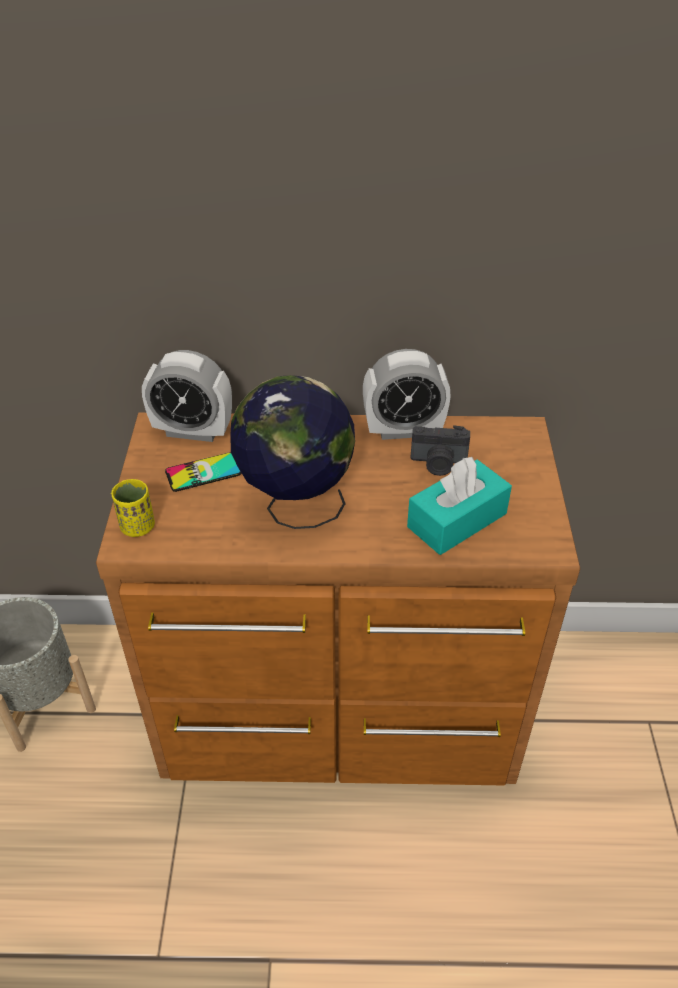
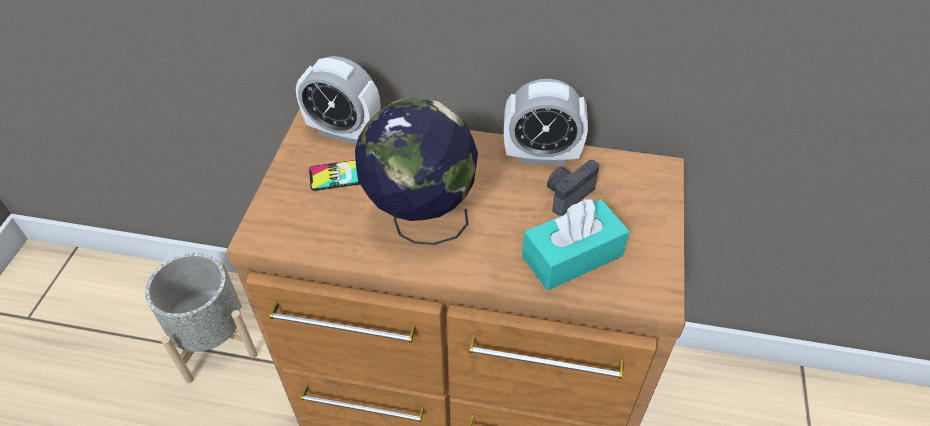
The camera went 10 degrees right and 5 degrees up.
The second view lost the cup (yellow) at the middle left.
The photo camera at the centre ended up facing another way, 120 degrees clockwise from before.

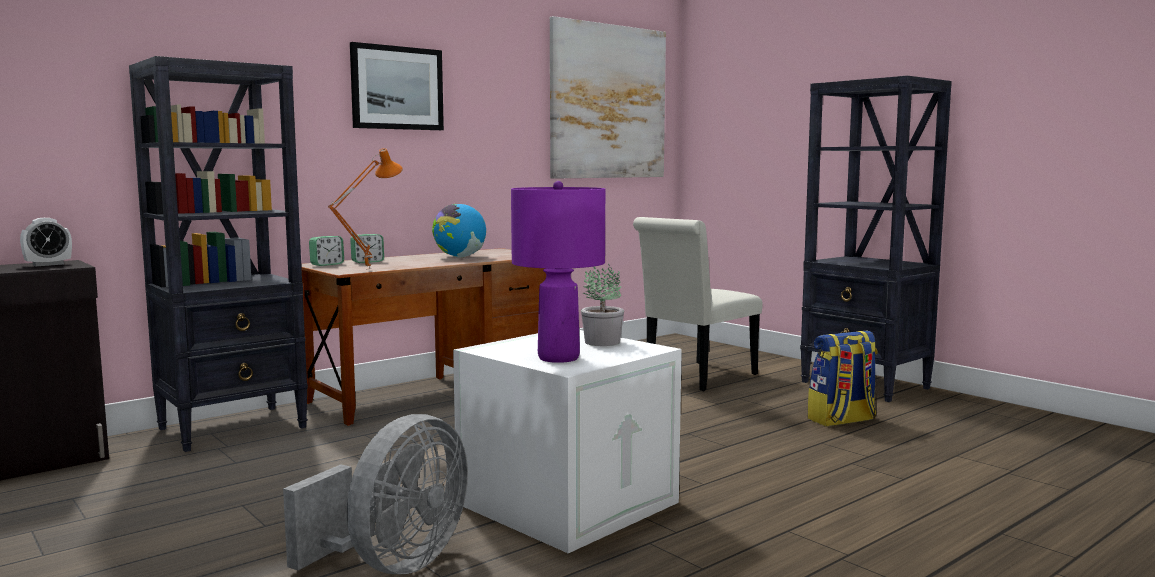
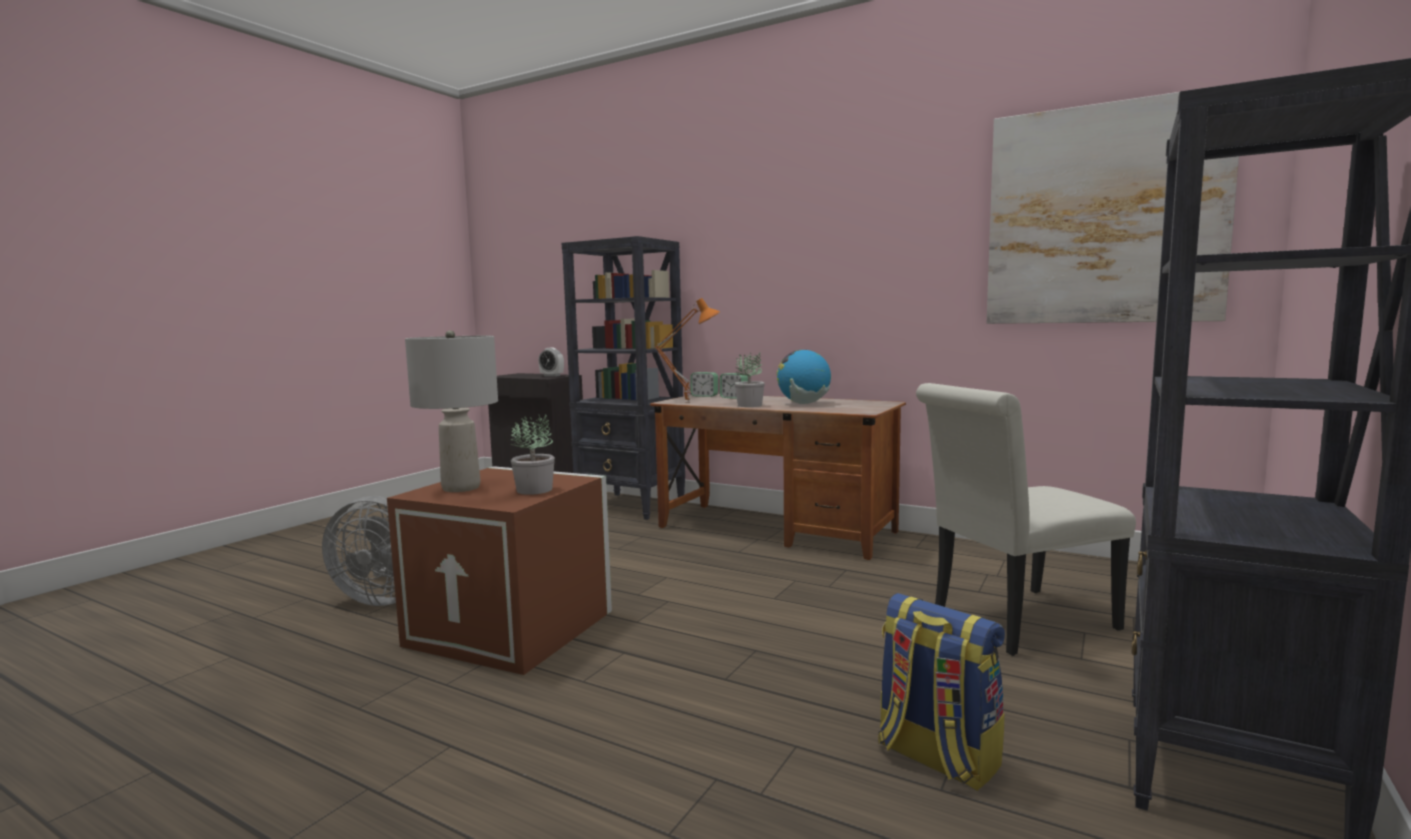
The camera went 70 degrees right and 0 degrees up.
The second view lost the picture (no. 1 from left) at the top centre.
The second view gained the potted plant (no. 2 from left) at the centre.
What was the storage box (white) at the bottom centre turned into the storage box (brown) at the bottom centre.
What was the table lamp (purple) at the centre turned into the table lamp (grey) at the middle left.
The chair (white) at the centre ended up facing another way, 45 degrees counterclockwise from before.

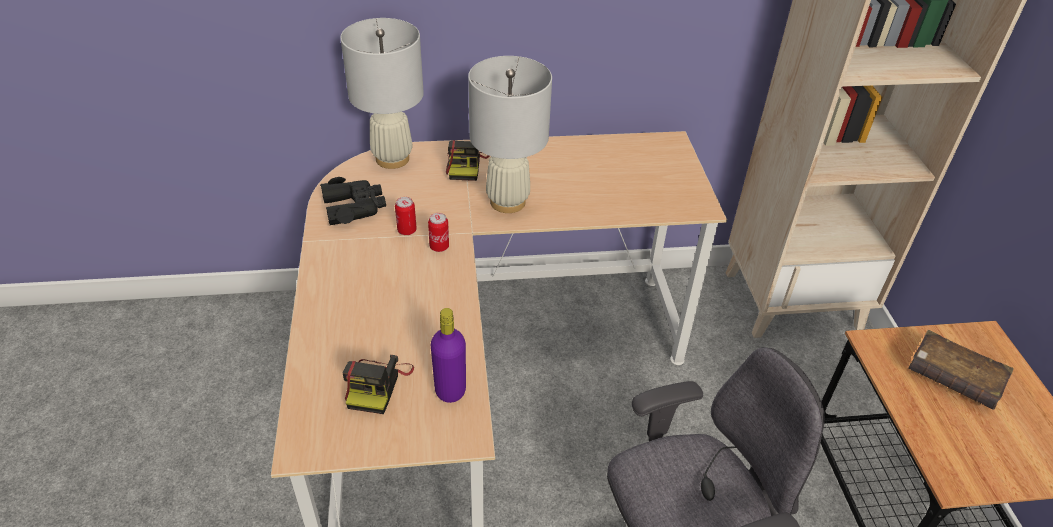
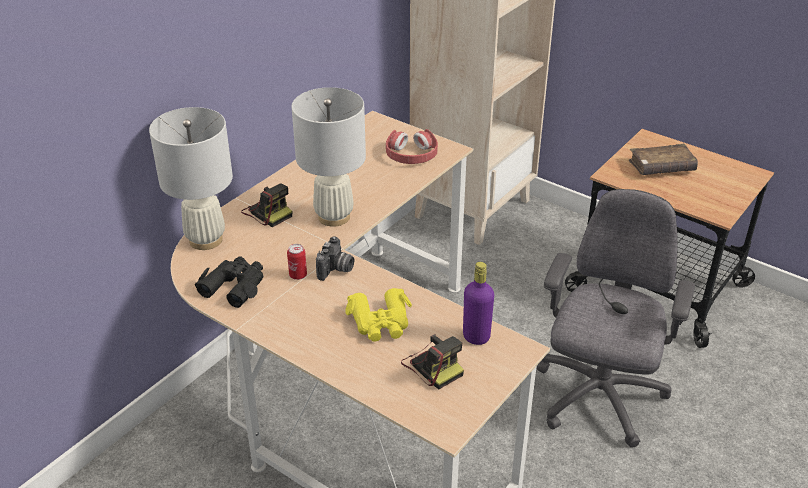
The camera went 45 degrees left and 5 degrees down.
The second view gained the binoculars (yellow) at the centre.
The second view gained the headphones (red) at the top centre.
Where the can (no. 2 from left) stood at the centre, the photo camera (no. 2 from left) came to stand at the centre.

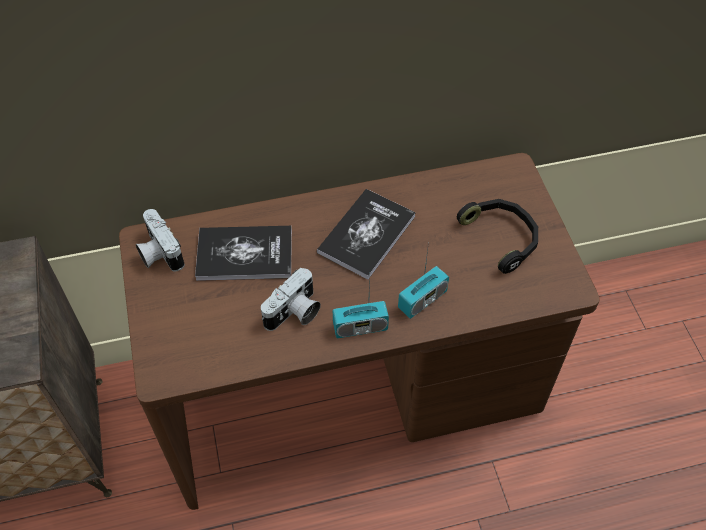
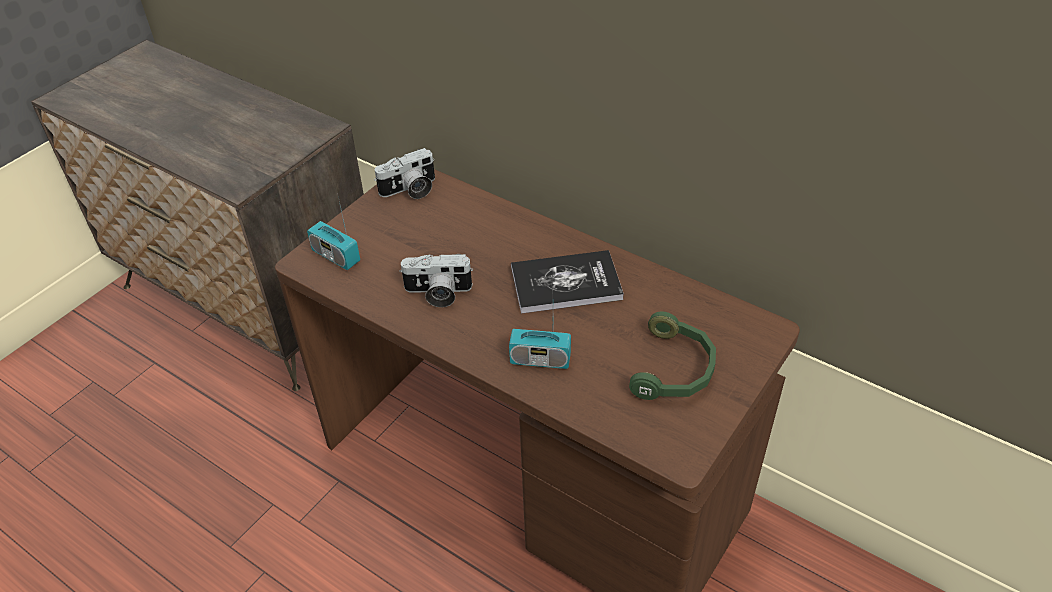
The camera went 50 degrees right and 10 degrees down.
The second view lost the book (no. 1 from left) at the centre.
The radio (no. 1 from left) ended up elsewhere, having gone from the centre to the middle left.
What was the headphones (black) at the middle right turned into the headphones (green) at the centre.
The photo camera (no. 1 from left) at the middle left ended up facing another way, 135 degrees counterclockwise from before.

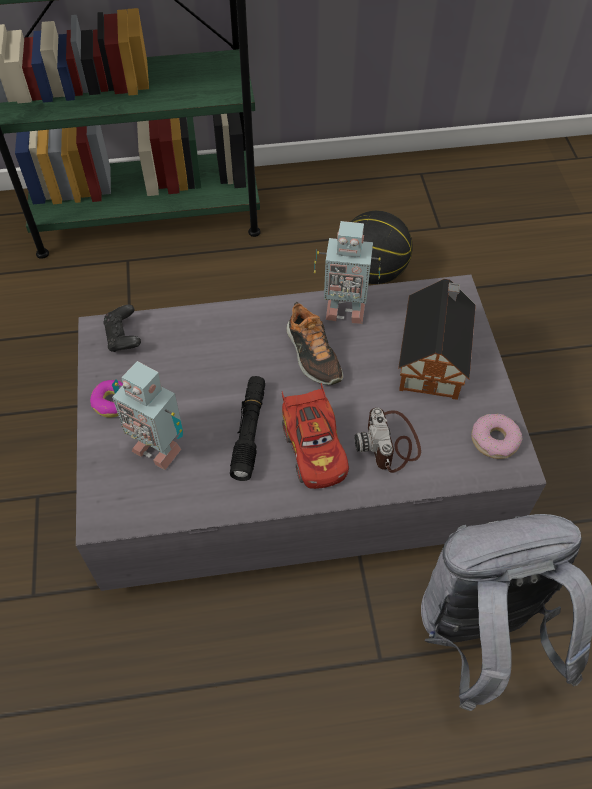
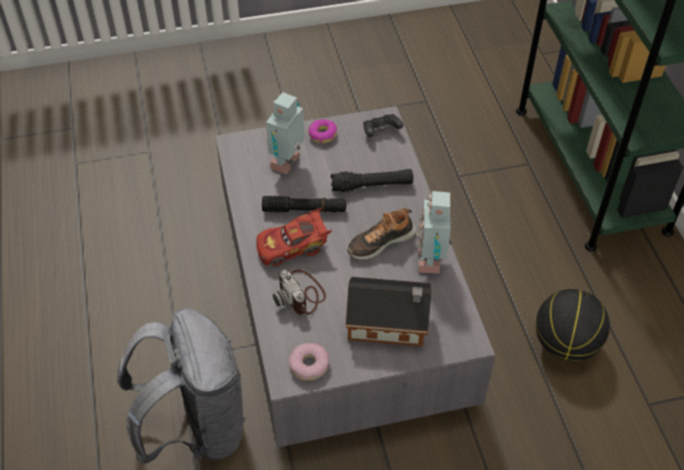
The camera went 85 degrees right and 5 degrees down.
The second view gained the flashlight (black) (no. 2 from left) at the centre.
The photo camera at the centre ended up facing another way, 105 degrees counterclockwise from before.

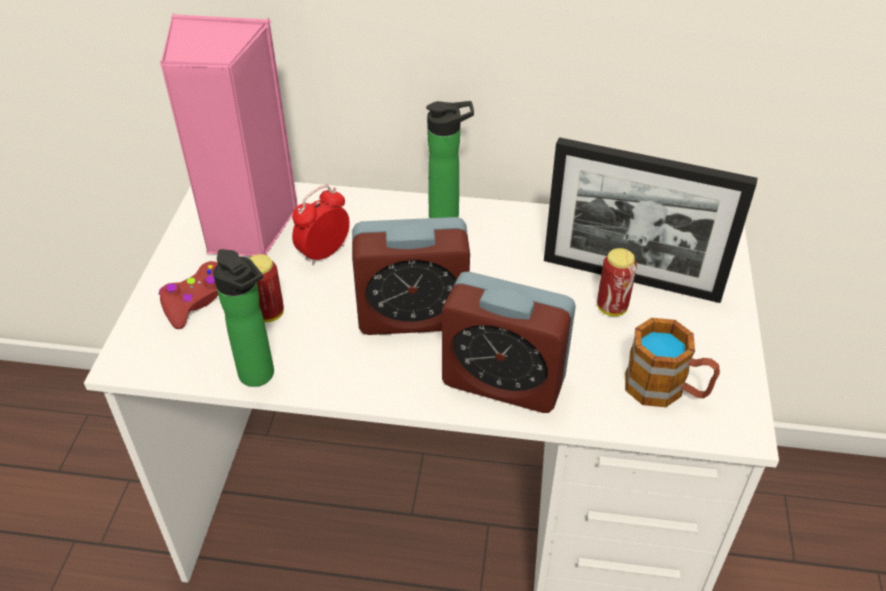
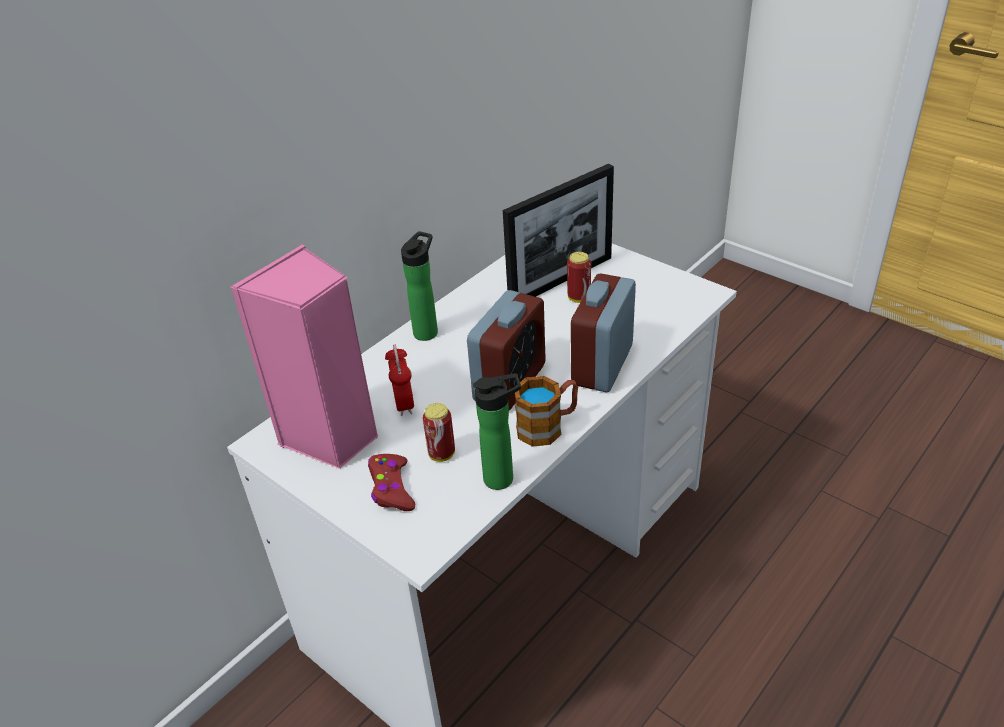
The camera went 55 degrees left and 5 degrees down.
The mug ended up elsewhere, having gone from the middle right to the centre.
The alarm clock (no. 3 from left) at the centre ended up facing another way, 150 degrees clockwise from before.

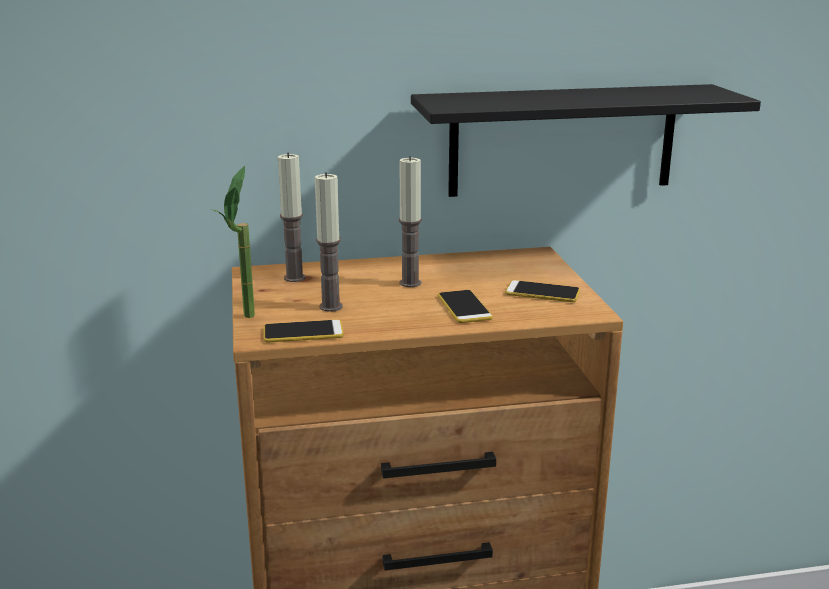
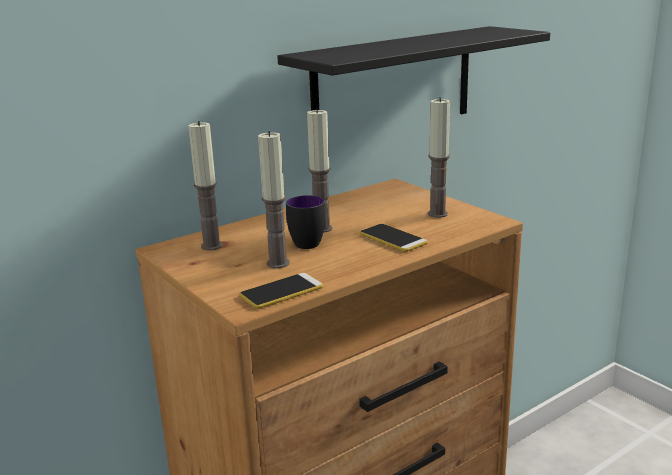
The camera went 25 degrees left and 0 degrees up.
The second view lost the potted plant at the middle left.
The second view gained the mug at the centre.
Where the phone (no. 3 from left) stood at the centre, the candle (no. 4 from left) came to stand at the top centre.

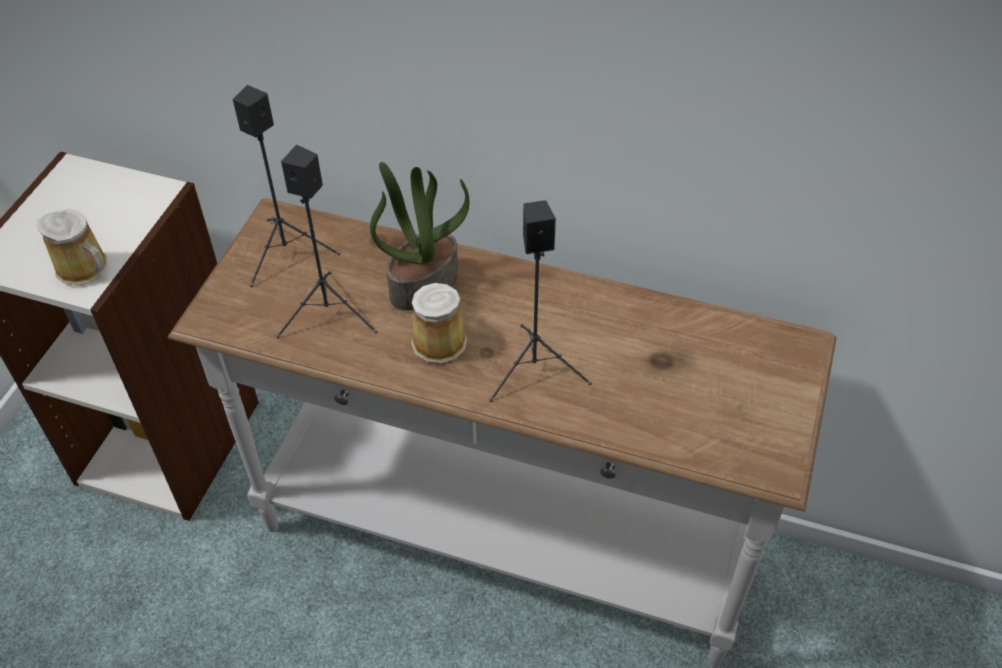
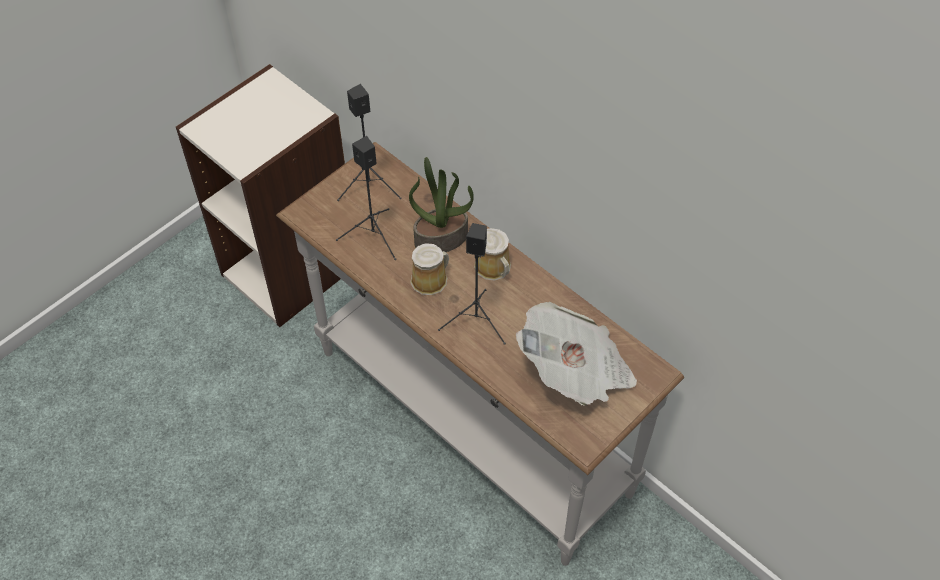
The camera went 25 degrees right and 5 degrees up.
The second view gained the newspaper at the centre.
The mug (no. 1 from left in the first image) ended up elsewhere, having gone from the middle left to the centre.

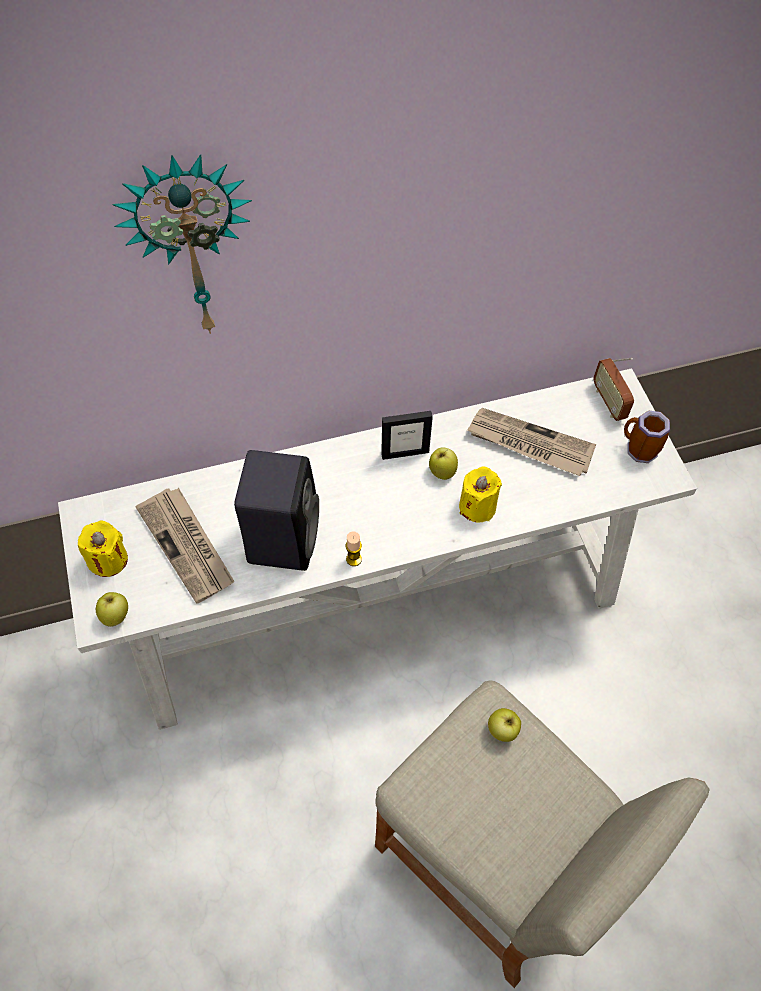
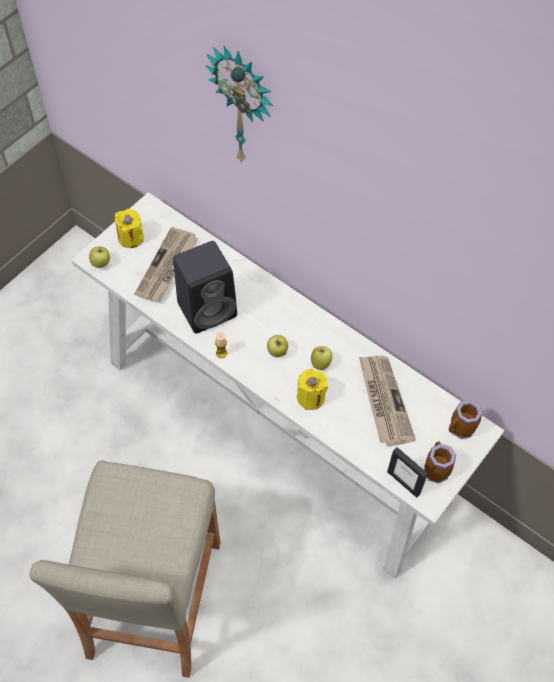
The camera went 55 degrees right and 0 degrees up.
The picture frame ended up elsewhere, having gone from the centre to the bottom right.
The apple (no. 3 from left in the first image) ended up elsewhere, having gone from the bottom centre to the centre.
Where the radio stood at the middle right, the mug (no. 2 from left) came to stand at the middle right.

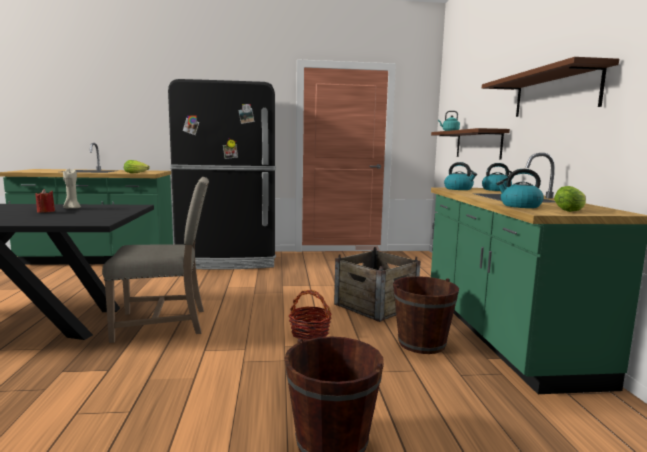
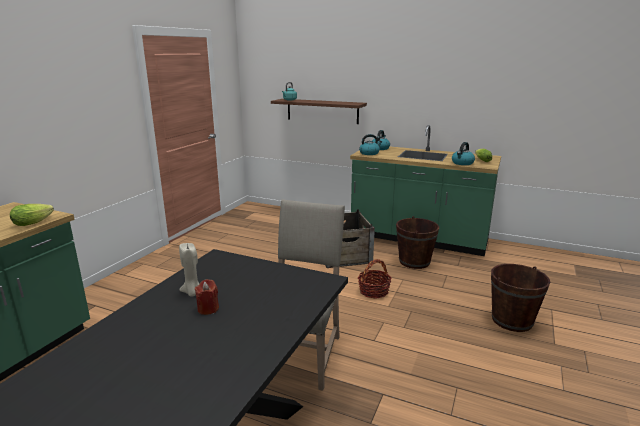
The camera went 60 degrees left and 10 degrees up.
The second view lost the fridge (black) at the centre.
The second view lost the shelf (brown) (no. 2 from left) at the top right.

